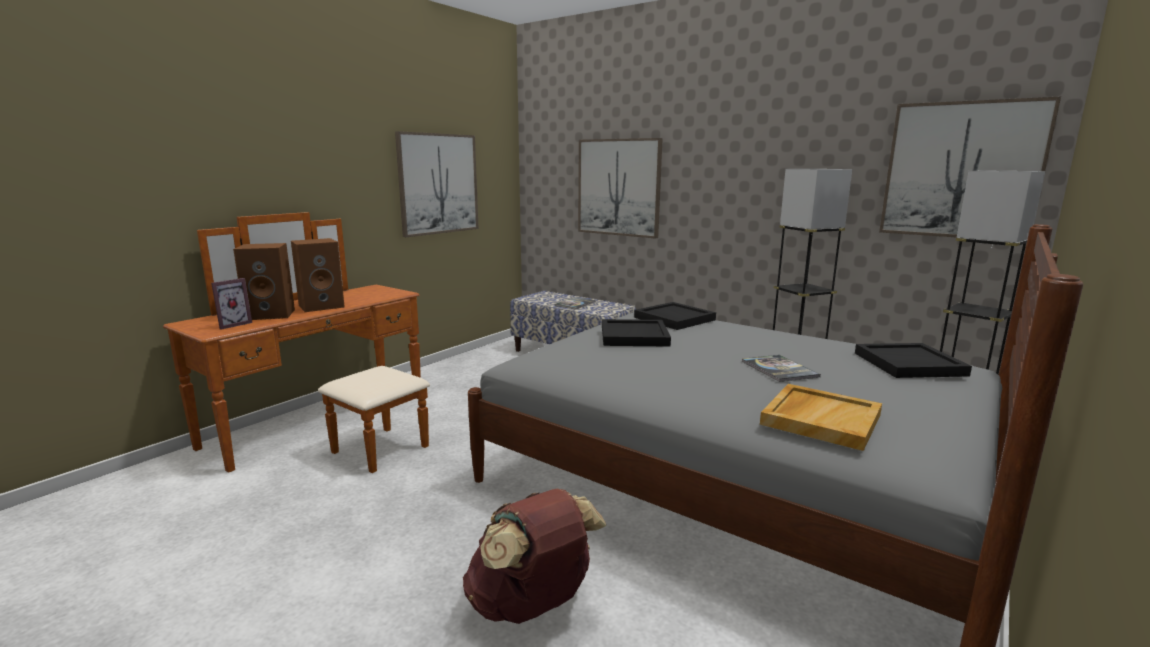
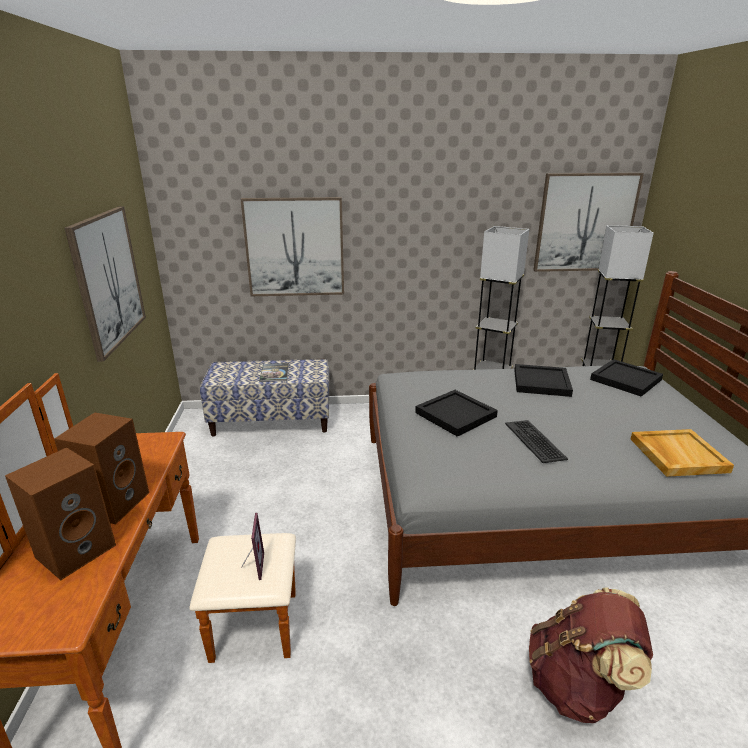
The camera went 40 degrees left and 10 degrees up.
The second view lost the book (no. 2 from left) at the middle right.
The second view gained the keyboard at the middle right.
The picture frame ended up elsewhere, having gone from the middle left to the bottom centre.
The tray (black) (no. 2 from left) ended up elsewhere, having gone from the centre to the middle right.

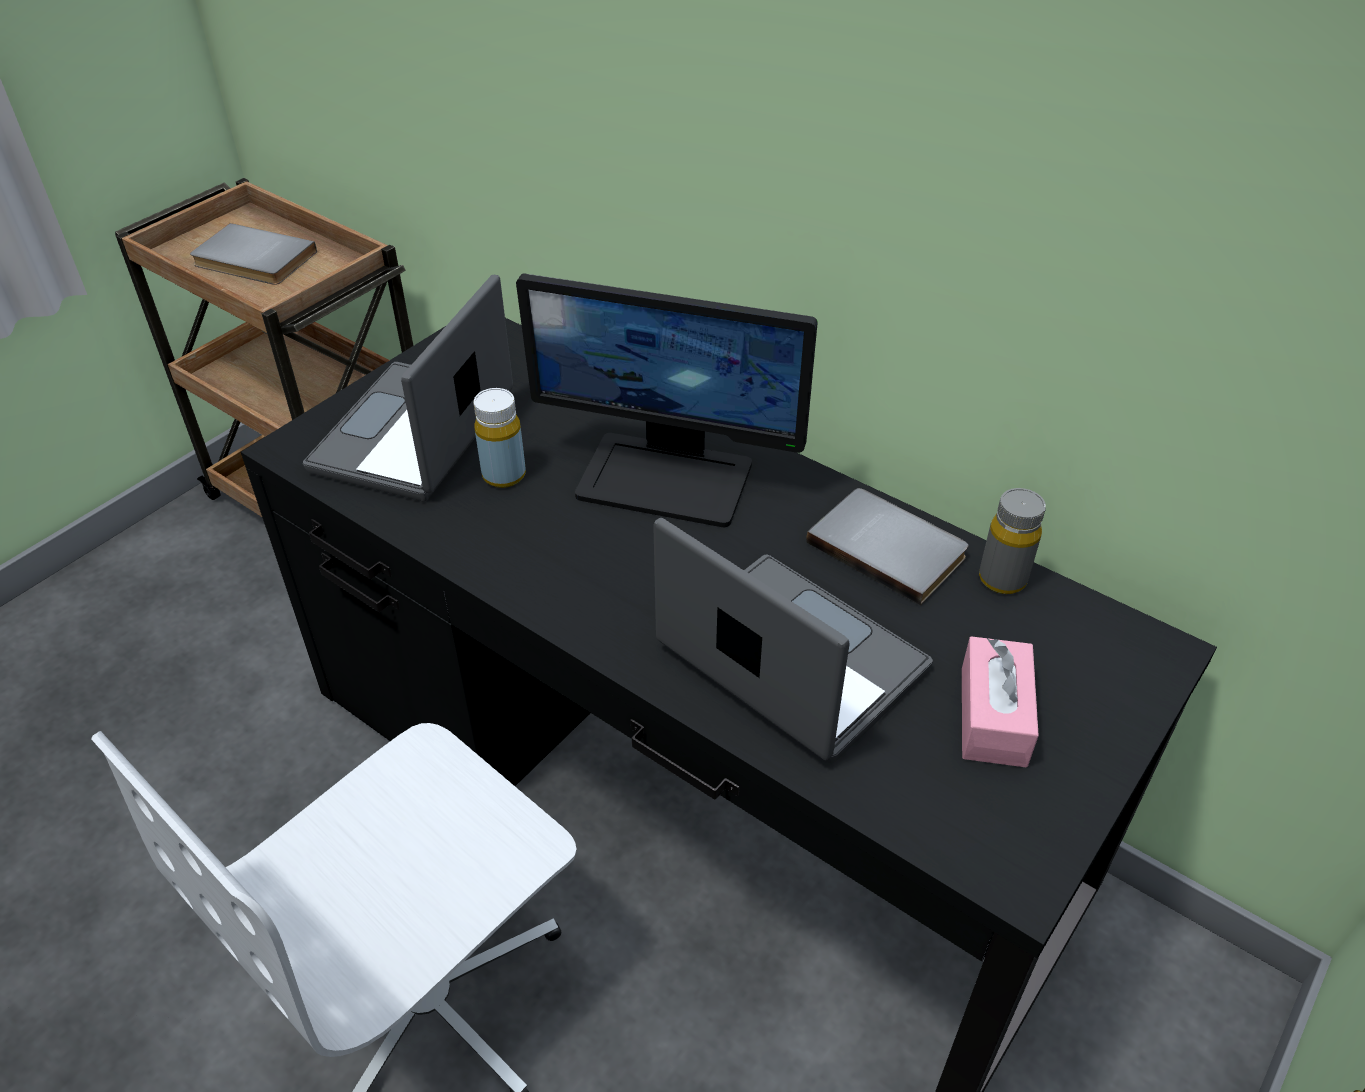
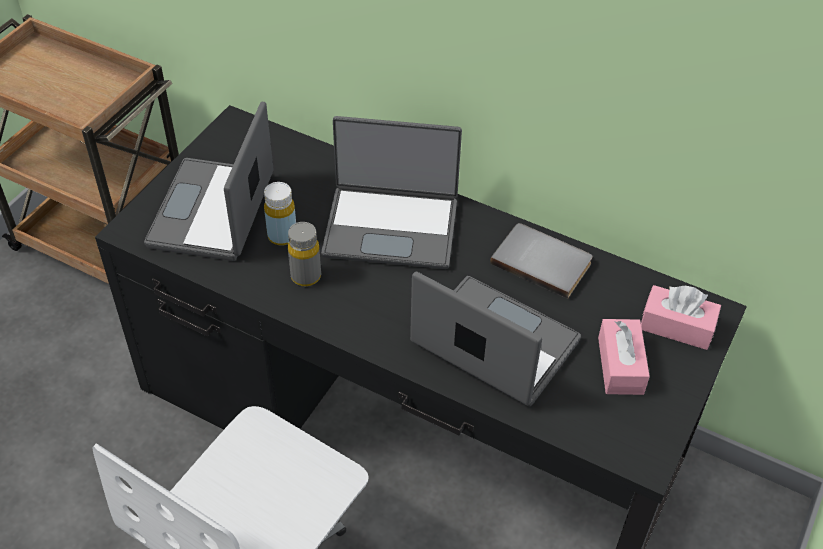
The camera went 10 degrees left and 5 degrees up.
The second view lost the book (grey) (no. 1 from left) at the top left.
The second view gained the tissue box (pink) (no. 2 from left) at the middle right.
The bottle (grey) ended up elsewhere, having gone from the middle right to the centre.
Where the monitor stood at the centre, the laptop (no. 2 from left) came to stand at the centre.

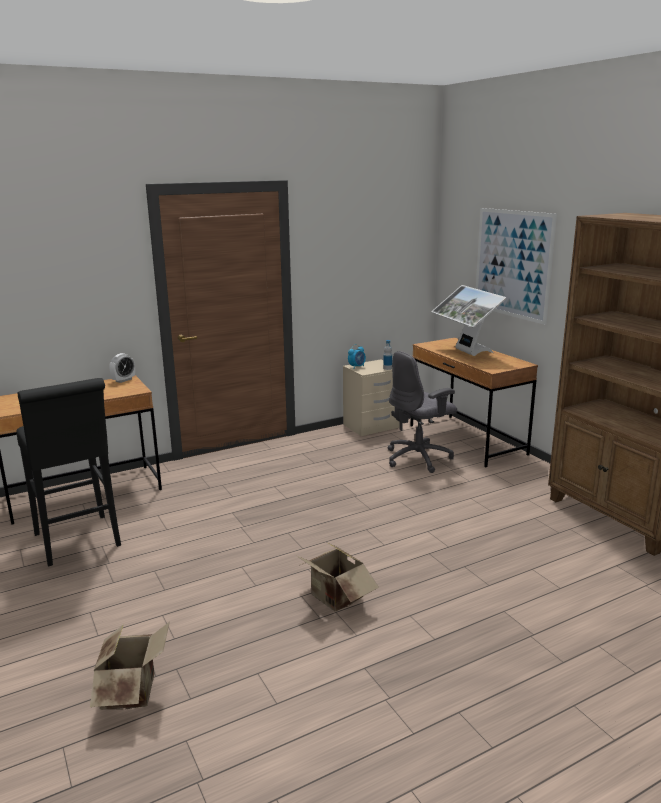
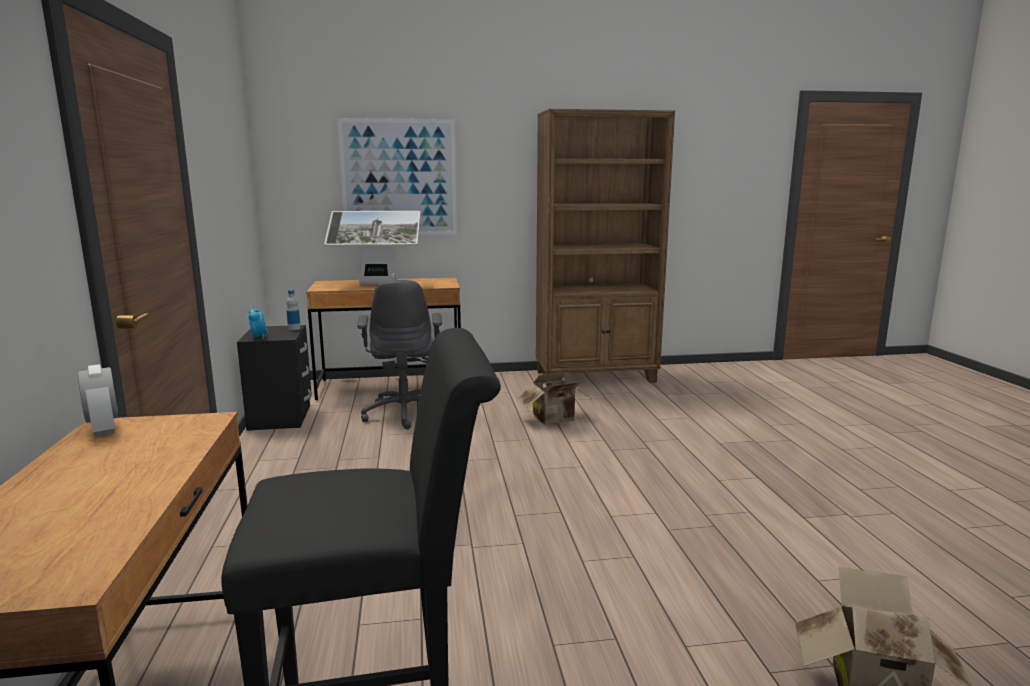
The camera went 70 degrees left and 5 degrees down.
The cardboard box (no. 2 from left in the first image) ended up elsewhere, having gone from the bottom centre to the centre.
What was the nightstand (beige) at the centre turned into the nightstand (black) at the middle left.

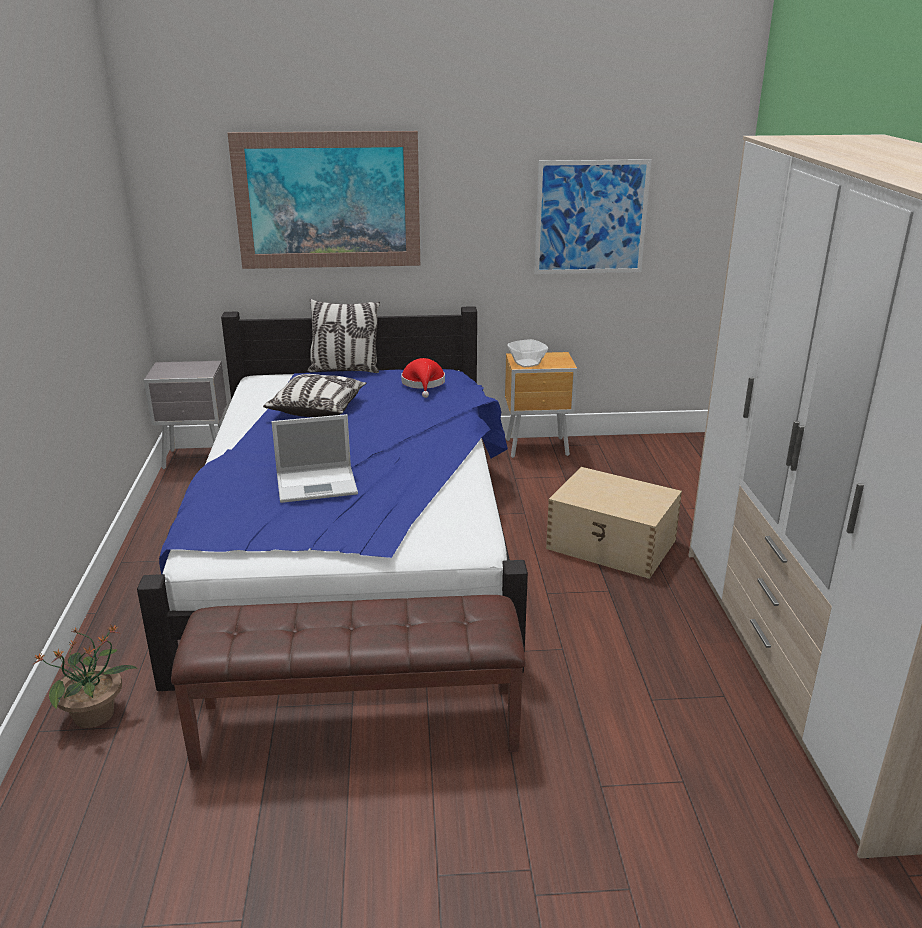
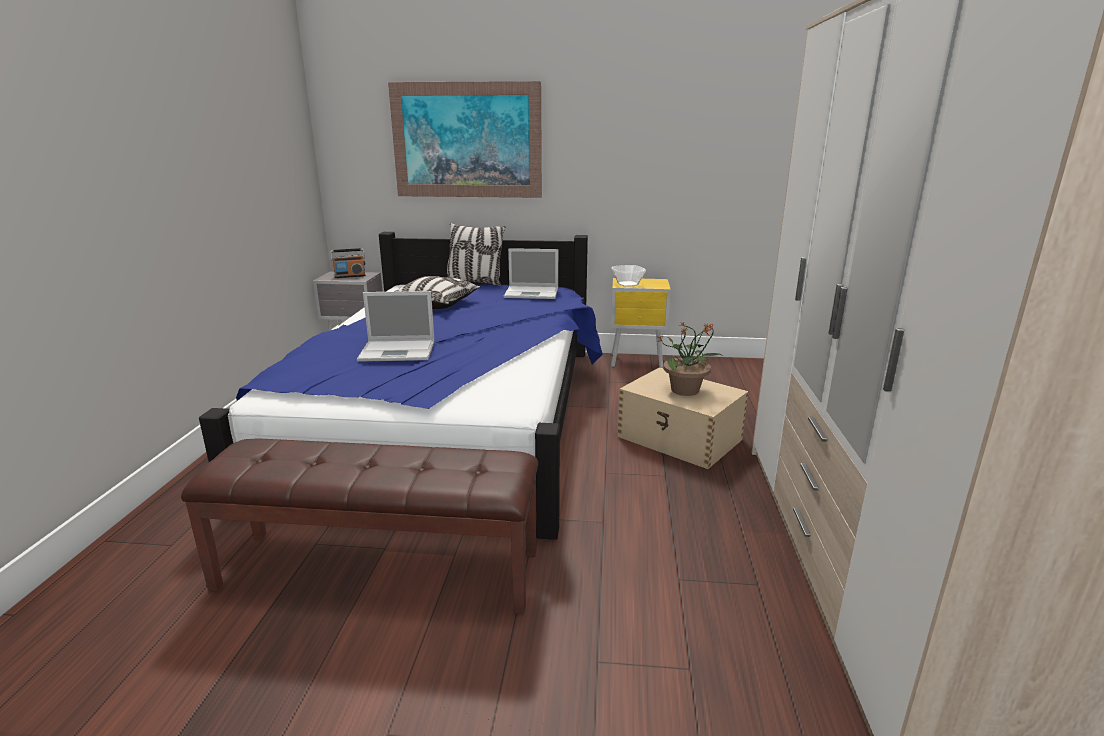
The camera went 10 degrees right and 5 degrees down.
The second view lost the picture (no. 2 from left) at the top centre.
The second view gained the radio at the middle left.
The potted plant ended up elsewhere, having gone from the bottom left to the centre.
Where the hat (red) stood at the centre, the laptop (no. 2 from left) came to stand at the centre.
What was the nightstand (brown) at the centre turned into the nightstand (yellow) at the centre.

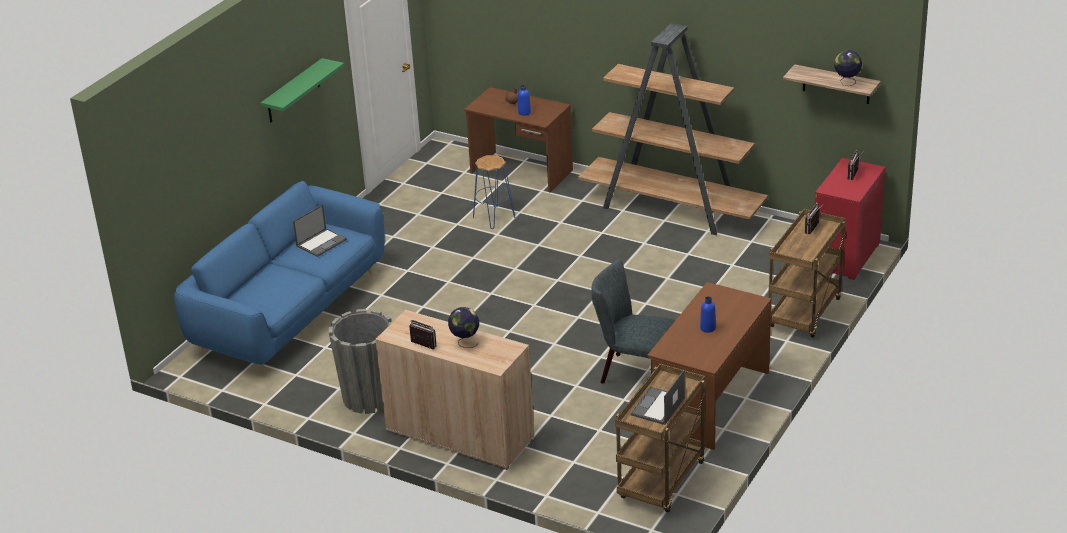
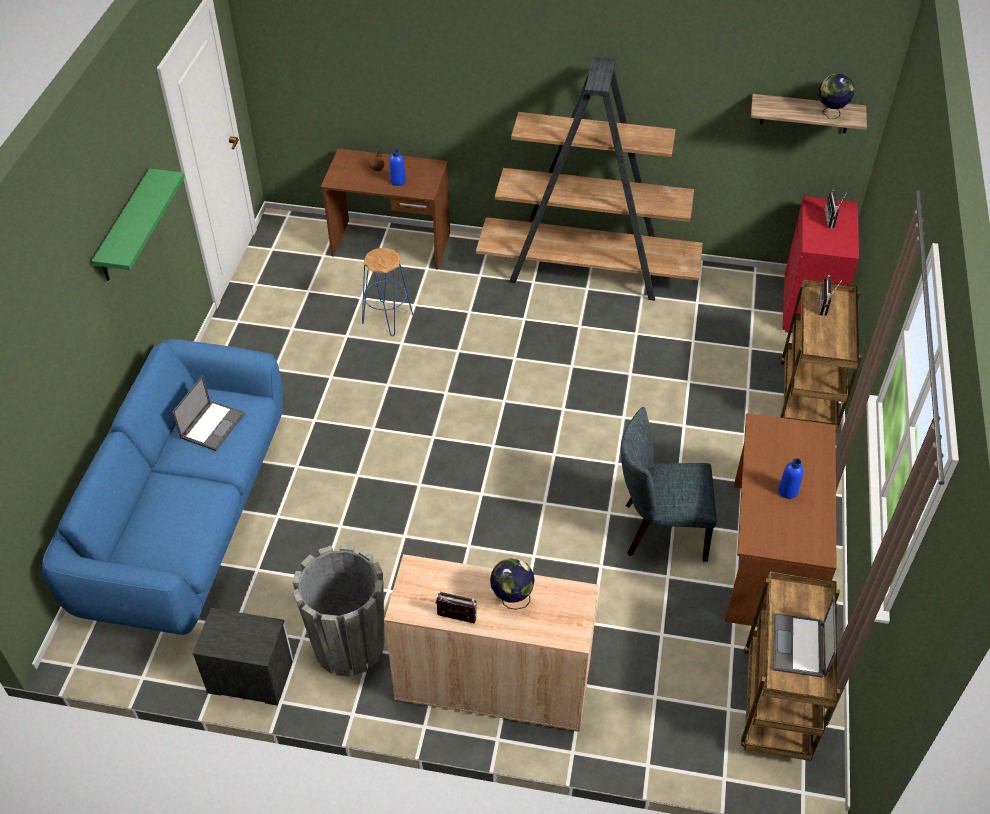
The camera went 20 degrees left and 15 degrees up.
The second view gained the nightstand at the bottom left.

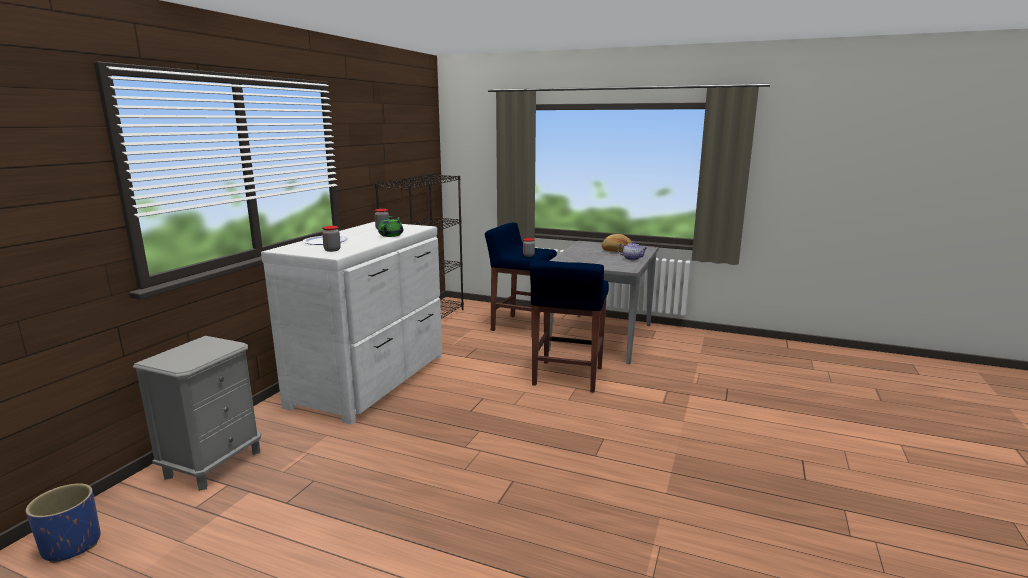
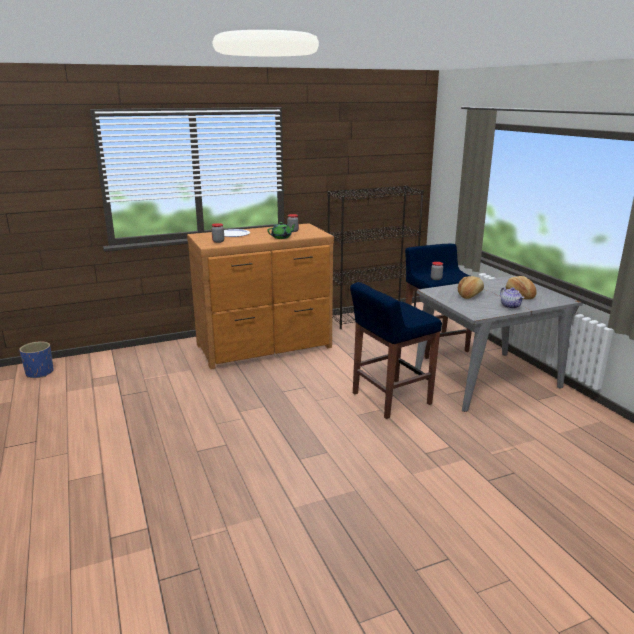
The camera went 45 degrees right and 5 degrees up.
The second view lost the nightstand (grey) at the bottom left.
The second view gained the bread (no. 1 from left) at the middle right.
What was the dresser (white) at the centre turned into the dresser (brown) at the centre.

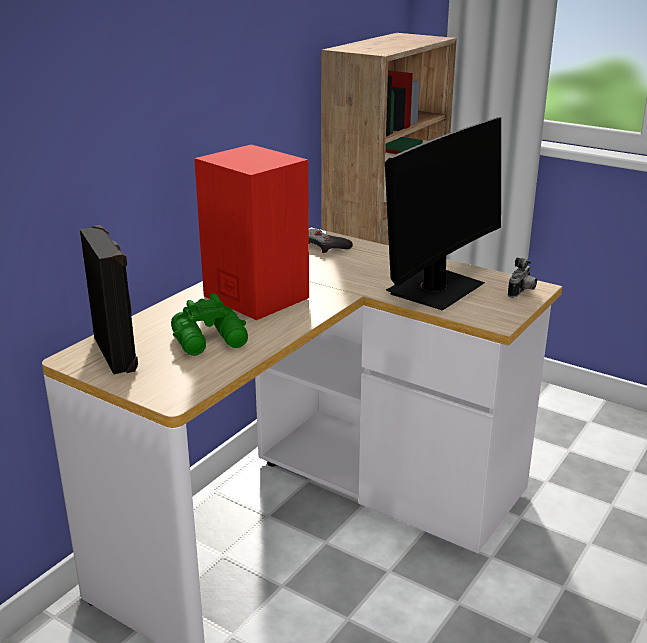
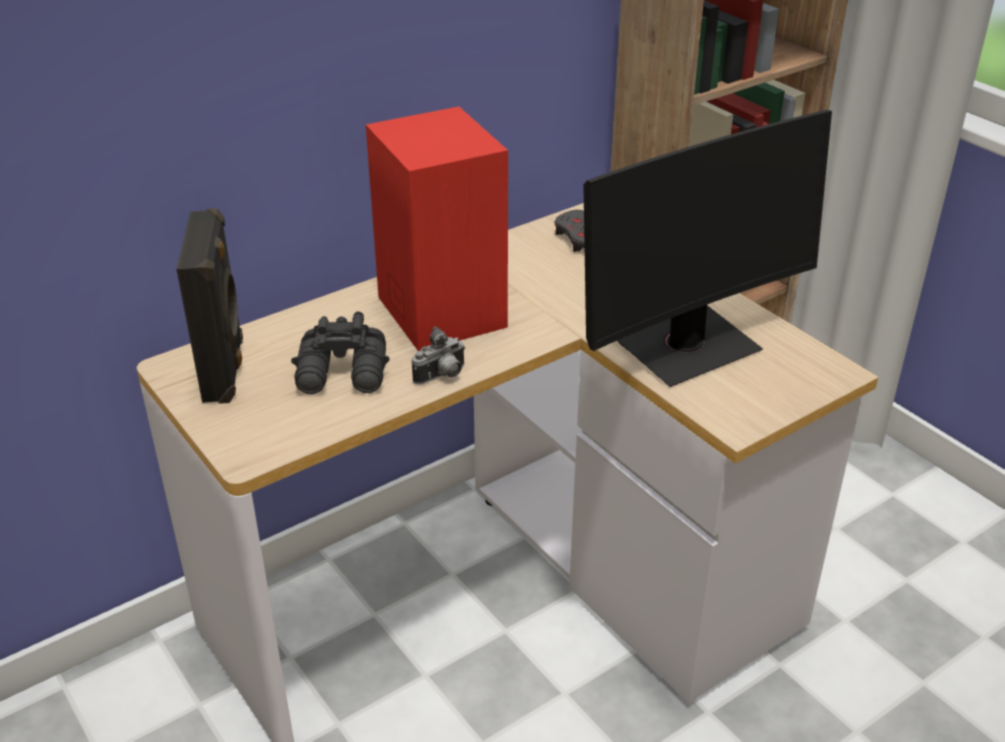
The camera went 20 degrees right and 10 degrees up.
The photo camera ended up elsewhere, having gone from the middle right to the centre.
What was the binoculars (green) at the middle left turned into the binoculars (black) at the centre.

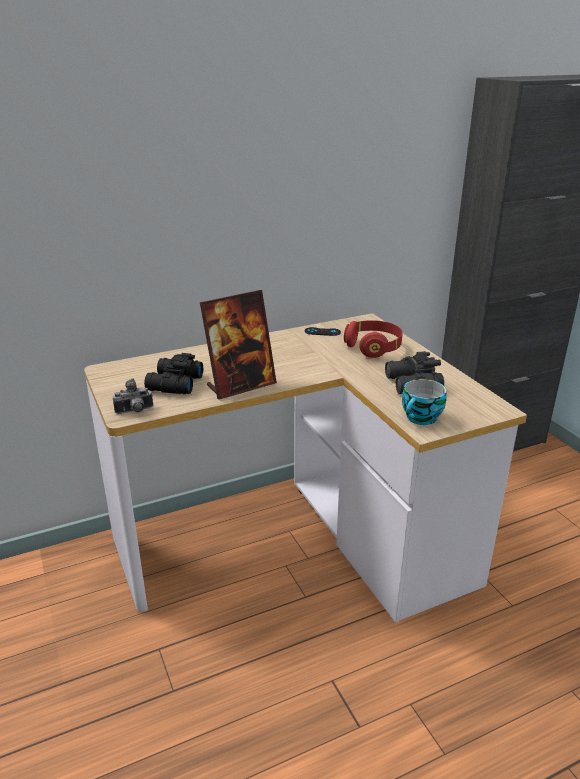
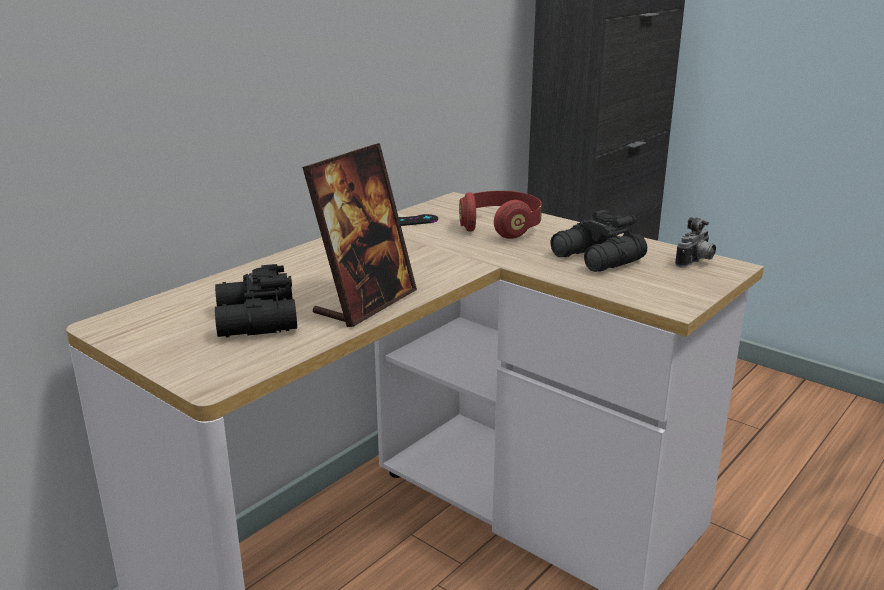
The camera went 25 degrees left and 5 degrees down.
The second view lost the cup at the middle right.
The photo camera ended up elsewhere, having gone from the middle left to the middle right.

